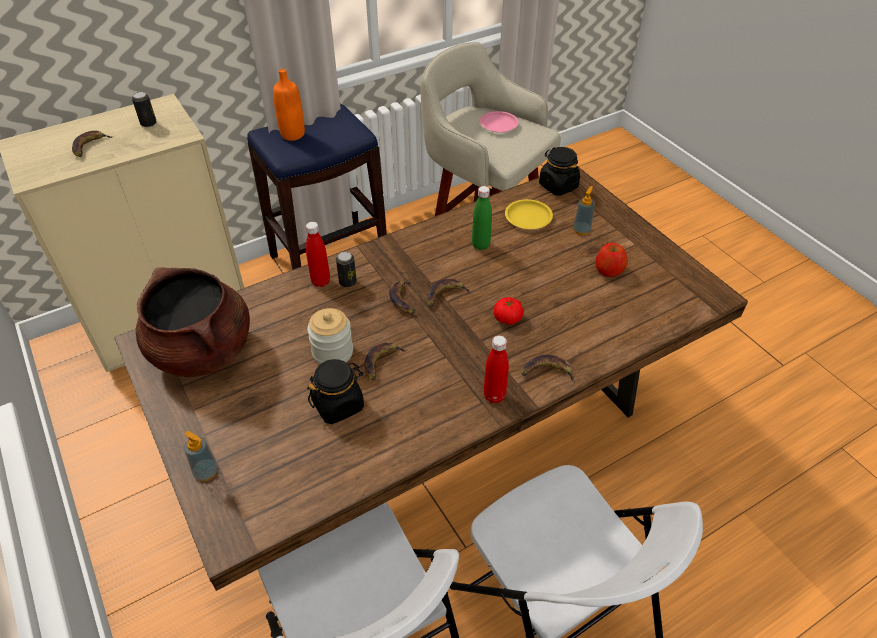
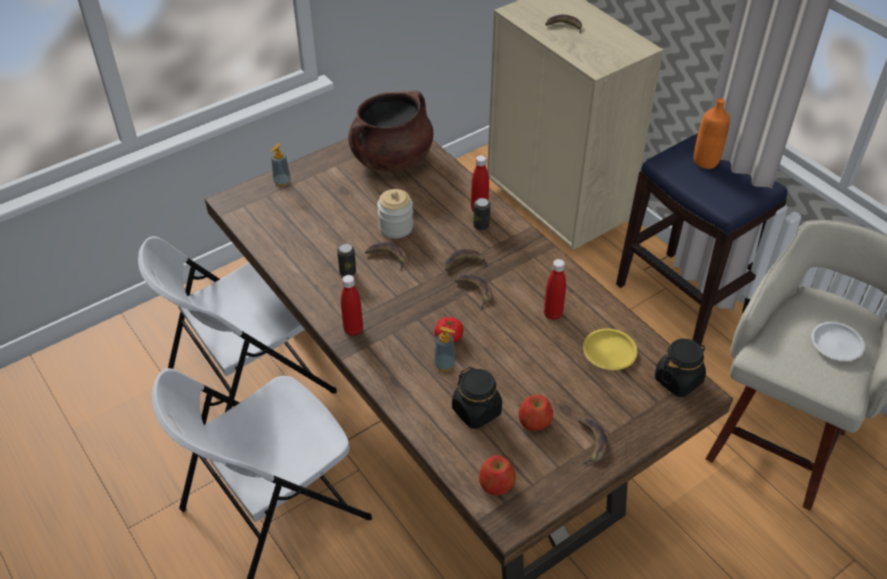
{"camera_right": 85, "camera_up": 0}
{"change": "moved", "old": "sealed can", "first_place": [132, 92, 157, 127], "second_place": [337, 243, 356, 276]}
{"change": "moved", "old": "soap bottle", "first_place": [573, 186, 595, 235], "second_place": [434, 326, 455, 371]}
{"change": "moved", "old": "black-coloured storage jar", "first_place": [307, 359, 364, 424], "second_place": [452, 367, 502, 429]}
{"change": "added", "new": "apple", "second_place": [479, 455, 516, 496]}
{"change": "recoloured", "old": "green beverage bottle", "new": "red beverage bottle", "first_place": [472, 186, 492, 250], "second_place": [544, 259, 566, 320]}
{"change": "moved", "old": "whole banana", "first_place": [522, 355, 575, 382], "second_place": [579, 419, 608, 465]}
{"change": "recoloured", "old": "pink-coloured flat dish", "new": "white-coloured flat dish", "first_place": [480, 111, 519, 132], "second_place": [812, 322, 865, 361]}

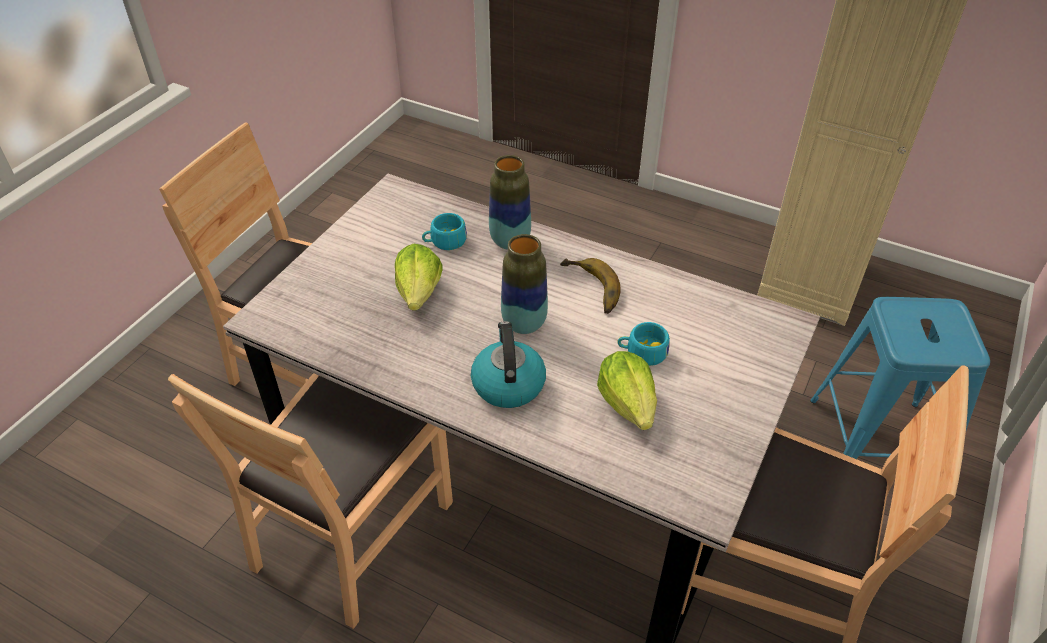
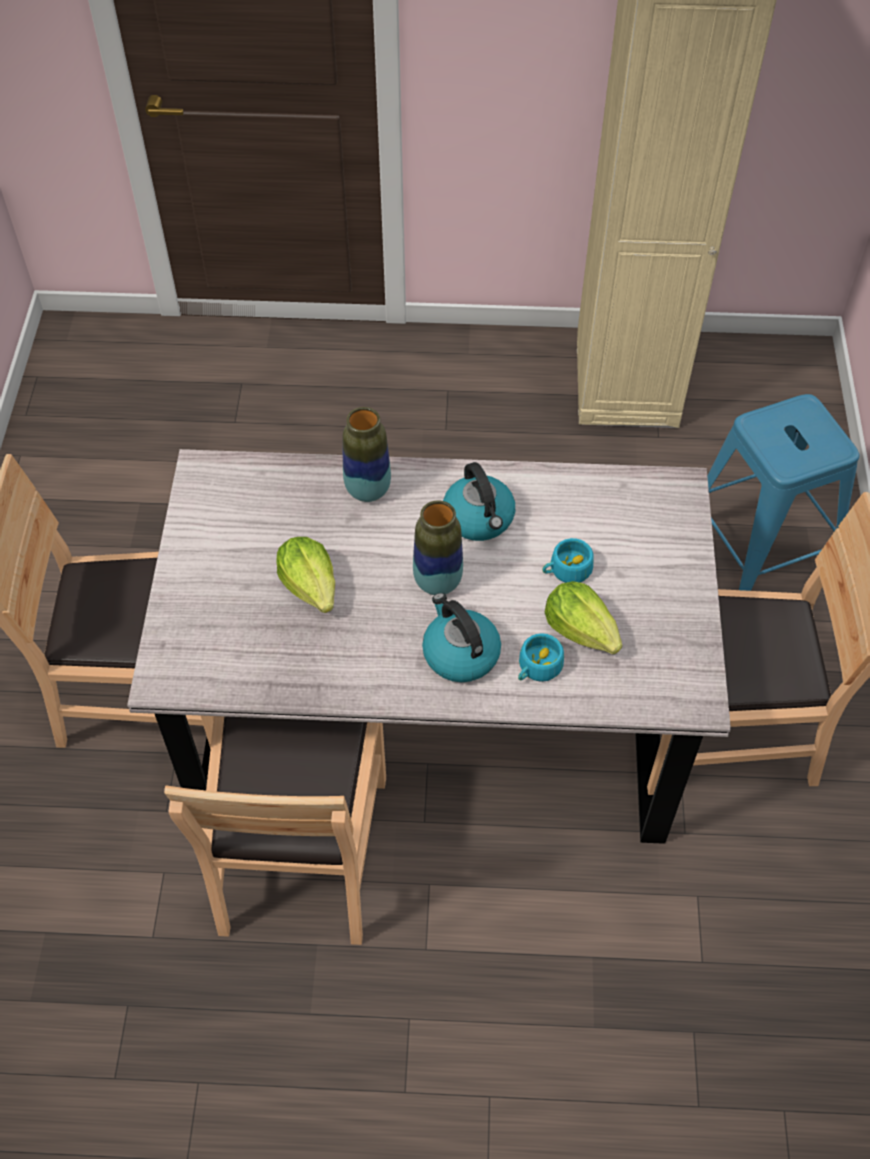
{"camera_right": -25, "camera_up": 10}
{"change": "replaced", "old": "whole banana", "new": "tea kettle", "first_place": [560, 258, 621, 314], "second_place": [443, 462, 515, 541]}
{"change": "moved", "old": "turquoise-coloured cup", "first_place": [422, 213, 467, 250], "second_place": [518, 633, 564, 682]}

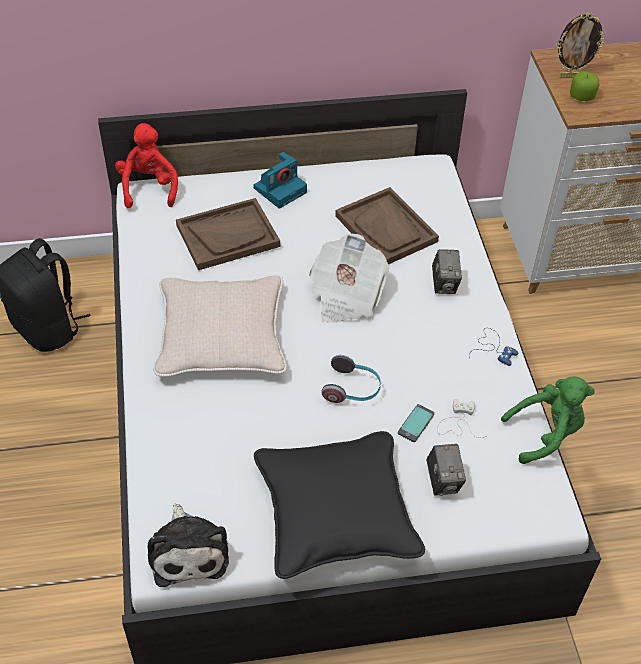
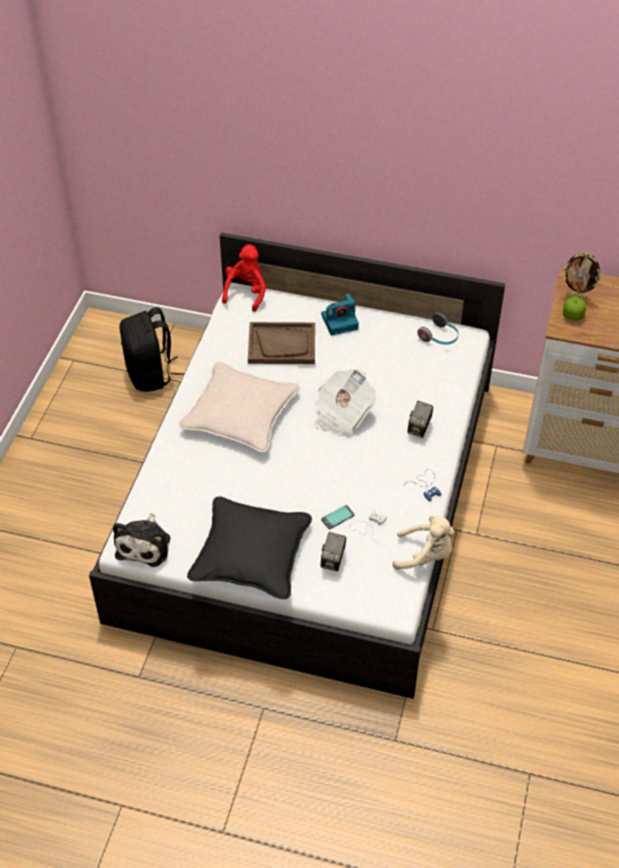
{"camera_right": 25, "camera_up": 0}
{"change": "recoloured", "old": "green plush toy", "new": "beige plush toy", "first_place": [501, 376, 595, 464], "second_place": [393, 516, 454, 570]}
{"change": "moved", "old": "pair of headphones", "first_place": [321, 355, 381, 403], "second_place": [417, 313, 459, 345]}
{"change": "removed", "old": "brown-coloured tray", "first_place": [335, 187, 439, 265]}

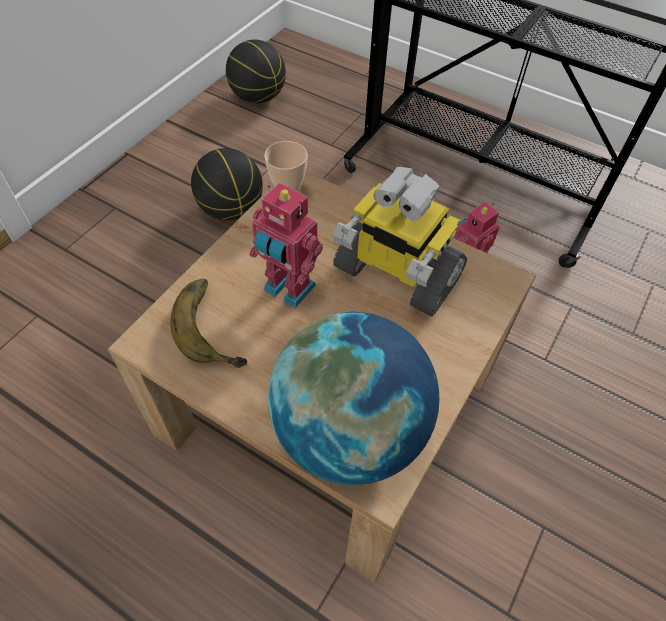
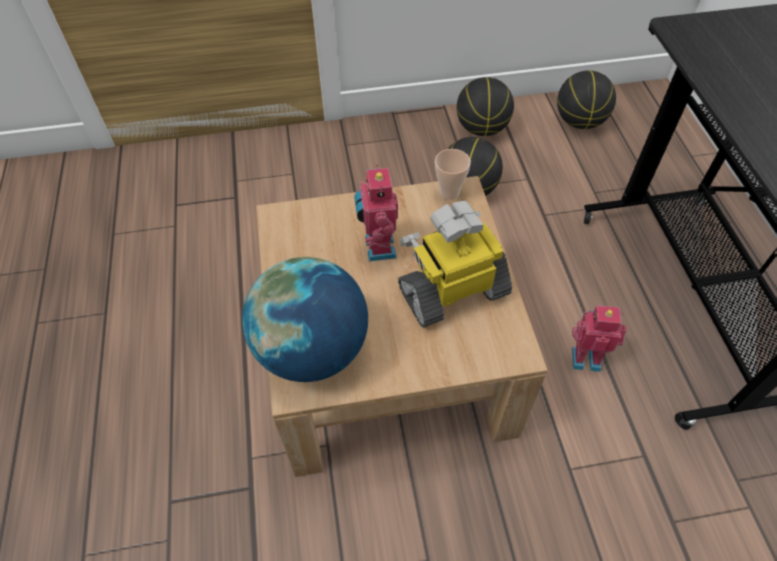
{"camera_right": 50, "camera_up": 0}
{"change": "turned", "old": "model robot", "first_place": [333, 167, 467, 316], "second_place": [398, 201, 512, 327], "degrees": 75}
{"change": "added", "new": "basketball", "second_place": [457, 77, 514, 136]}
{"change": "removed", "old": "whole banana", "first_place": [170, 279, 247, 368]}

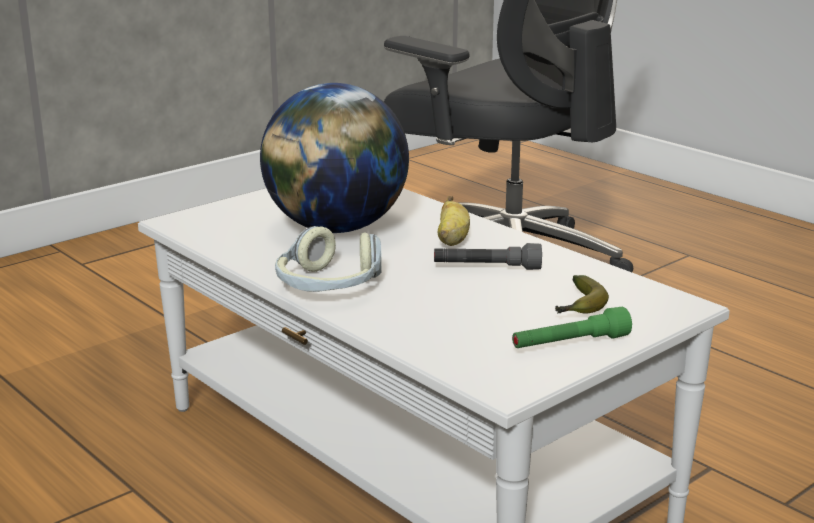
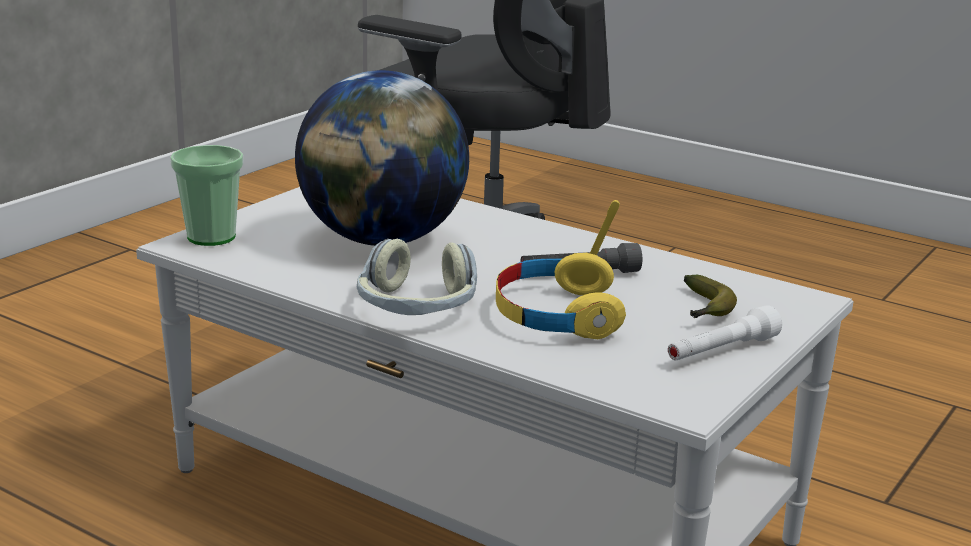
{"camera_right": -15, "camera_up": 0}
{"change": "added", "new": "cup", "second_place": [170, 145, 244, 246]}
{"change": "added", "new": "yellowish pair of headphones", "second_place": [496, 200, 626, 339]}
{"change": "recoloured", "old": "green hand torch", "new": "white-coloured hand torch", "first_place": [512, 307, 632, 348], "second_place": [668, 305, 782, 361]}
{"change": "removed", "old": "whole banana", "first_place": [438, 196, 470, 246]}

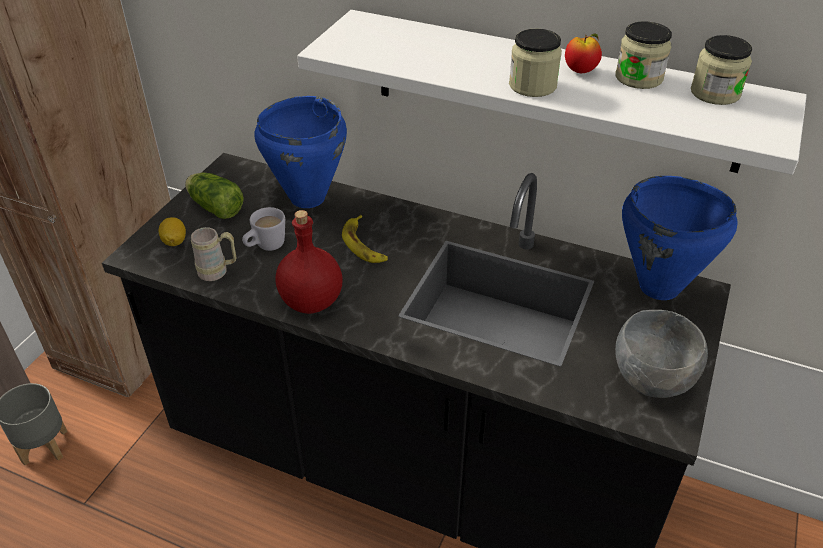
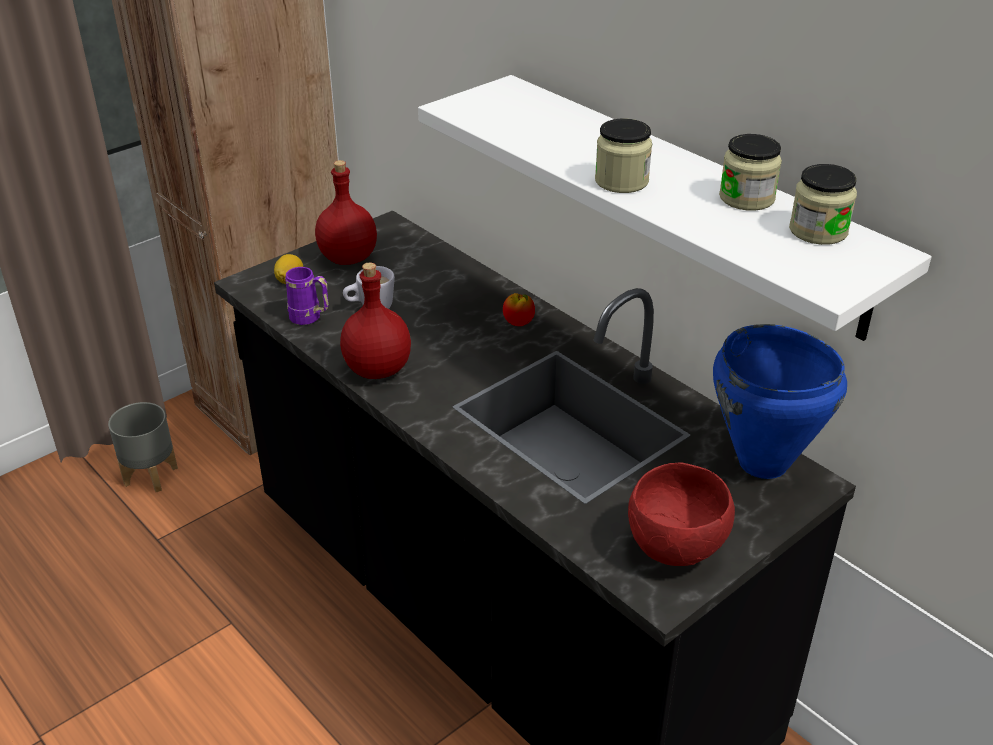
{"camera_right": 25, "camera_up": -5}
{"change": "recoloured", "old": "beige coffee mug", "new": "purplish coffee mug", "first_place": [191, 227, 236, 281], "second_place": [285, 267, 329, 325]}
{"change": "replaced", "old": "head of lettuce", "new": "red beverage bottle", "first_place": [185, 172, 244, 219], "second_place": [315, 160, 377, 265]}
{"change": "moved", "old": "apple", "first_place": [565, 34, 602, 73], "second_place": [503, 293, 535, 326]}
{"change": "recoloured", "old": "grey deep dish", "new": "red deep dish", "first_place": [615, 310, 708, 398], "second_place": [628, 462, 735, 566]}
{"change": "removed", "old": "bluish cooking pot", "first_place": [254, 96, 347, 208]}
{"change": "removed", "old": "whole banana", "first_place": [342, 215, 388, 263]}

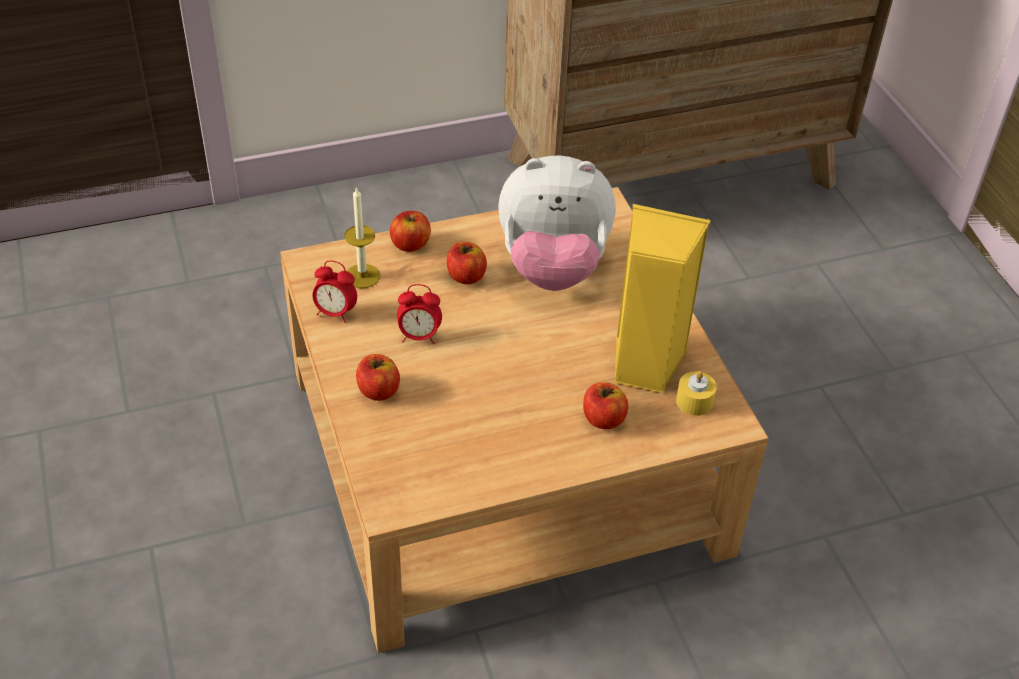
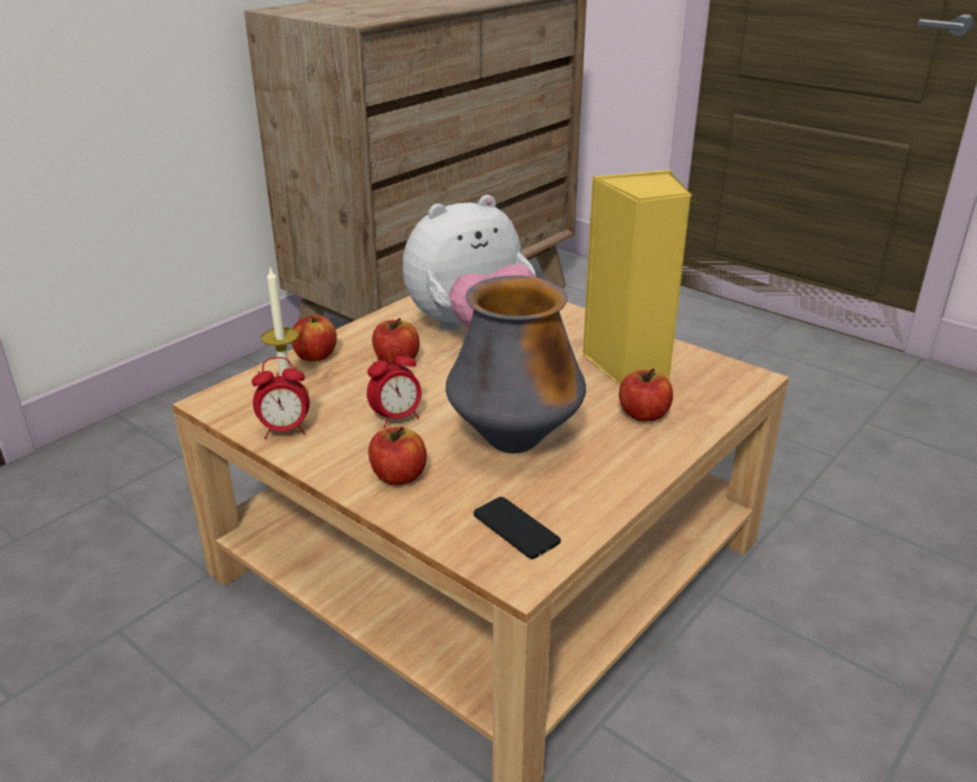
{"camera_right": -30, "camera_up": -15}
{"change": "added", "new": "decorative vase", "second_place": [446, 275, 586, 453]}
{"change": "added", "new": "telephone", "second_place": [473, 497, 561, 559]}
{"change": "removed", "old": "yellowish wax light", "first_place": [676, 371, 717, 416]}

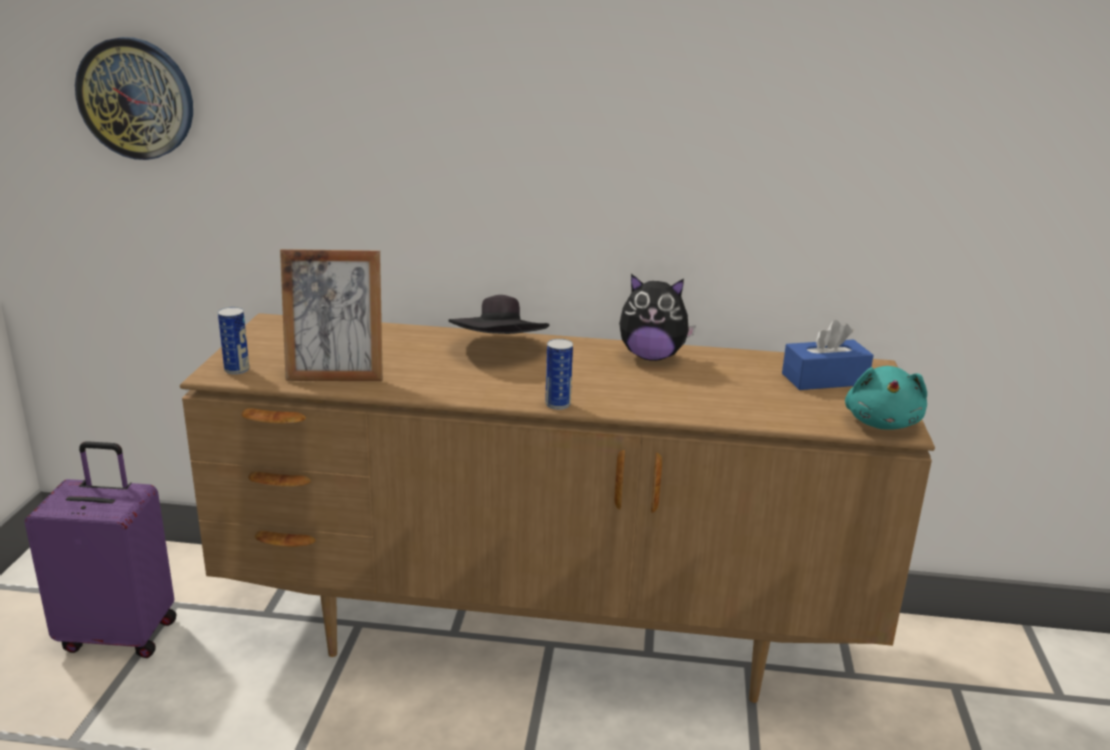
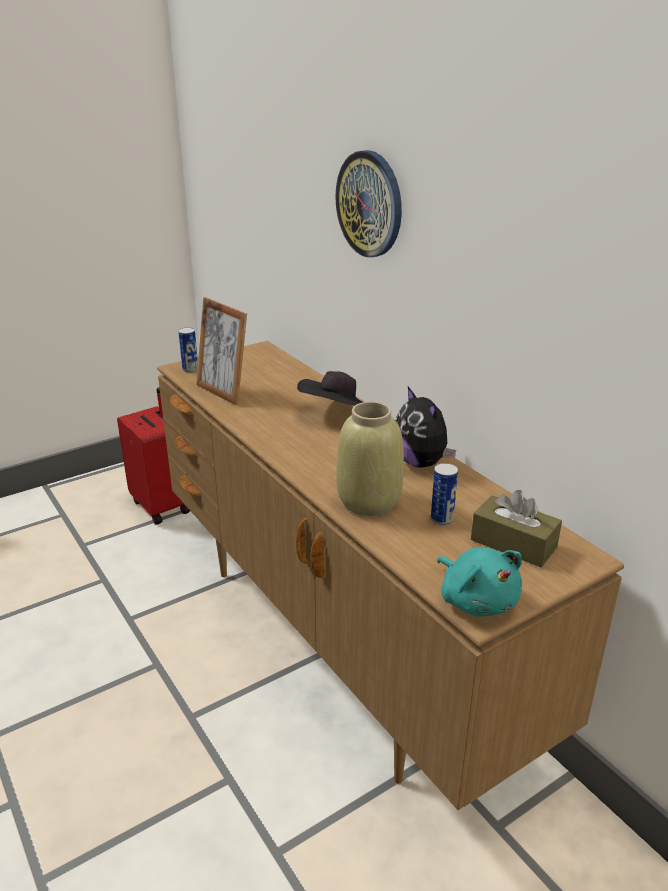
{"camera_right": 50, "camera_up": 5}
{"change": "recoloured", "old": "purplish travel case", "new": "red travel case", "first_place": [25, 441, 176, 658], "second_place": [117, 387, 190, 525]}
{"change": "moved", "old": "clock on the wall", "first_place": [75, 37, 193, 160], "second_place": [335, 150, 402, 257]}
{"change": "added", "new": "beige decorative vase", "second_place": [336, 402, 404, 516]}
{"change": "moved", "old": "sealed can", "first_place": [545, 339, 573, 410], "second_place": [431, 463, 458, 525]}
{"change": "turned", "old": "turquoise-coloured plush toy", "first_place": [845, 366, 927, 430], "second_place": [437, 547, 522, 617], "degrees": -90}
{"change": "recoloured", "old": "bluish tissue box", "new": "brown-coloured tissue box", "first_place": [782, 320, 874, 390], "second_place": [471, 490, 562, 567]}

